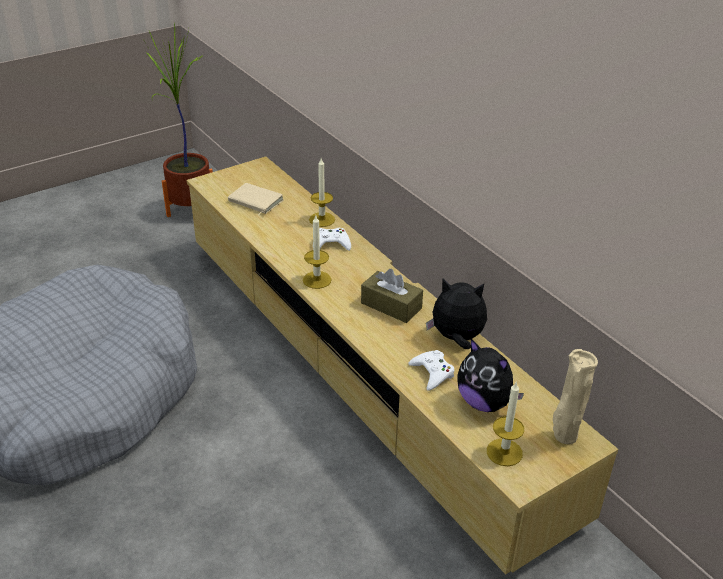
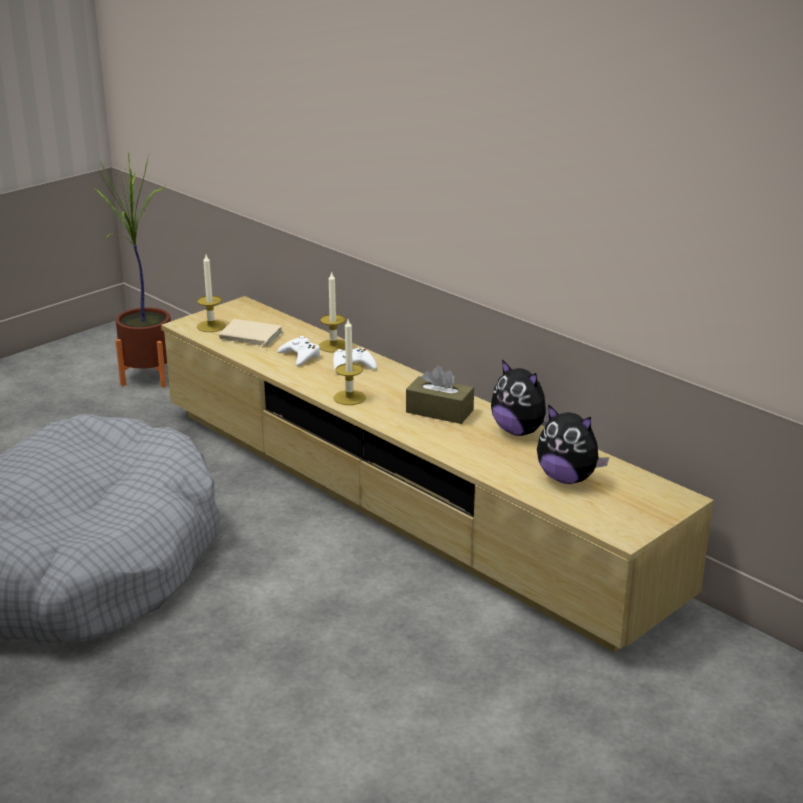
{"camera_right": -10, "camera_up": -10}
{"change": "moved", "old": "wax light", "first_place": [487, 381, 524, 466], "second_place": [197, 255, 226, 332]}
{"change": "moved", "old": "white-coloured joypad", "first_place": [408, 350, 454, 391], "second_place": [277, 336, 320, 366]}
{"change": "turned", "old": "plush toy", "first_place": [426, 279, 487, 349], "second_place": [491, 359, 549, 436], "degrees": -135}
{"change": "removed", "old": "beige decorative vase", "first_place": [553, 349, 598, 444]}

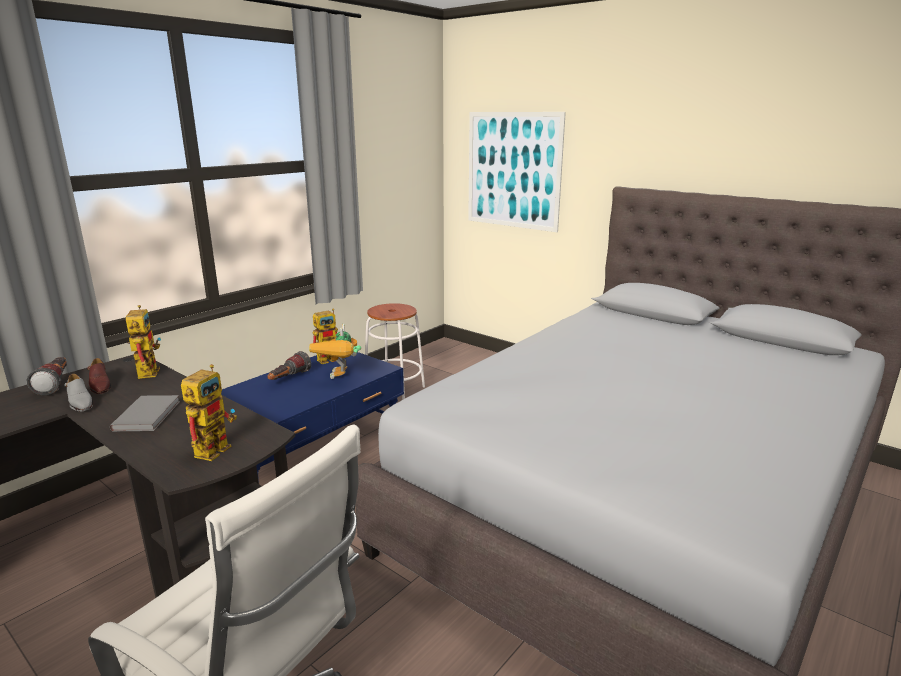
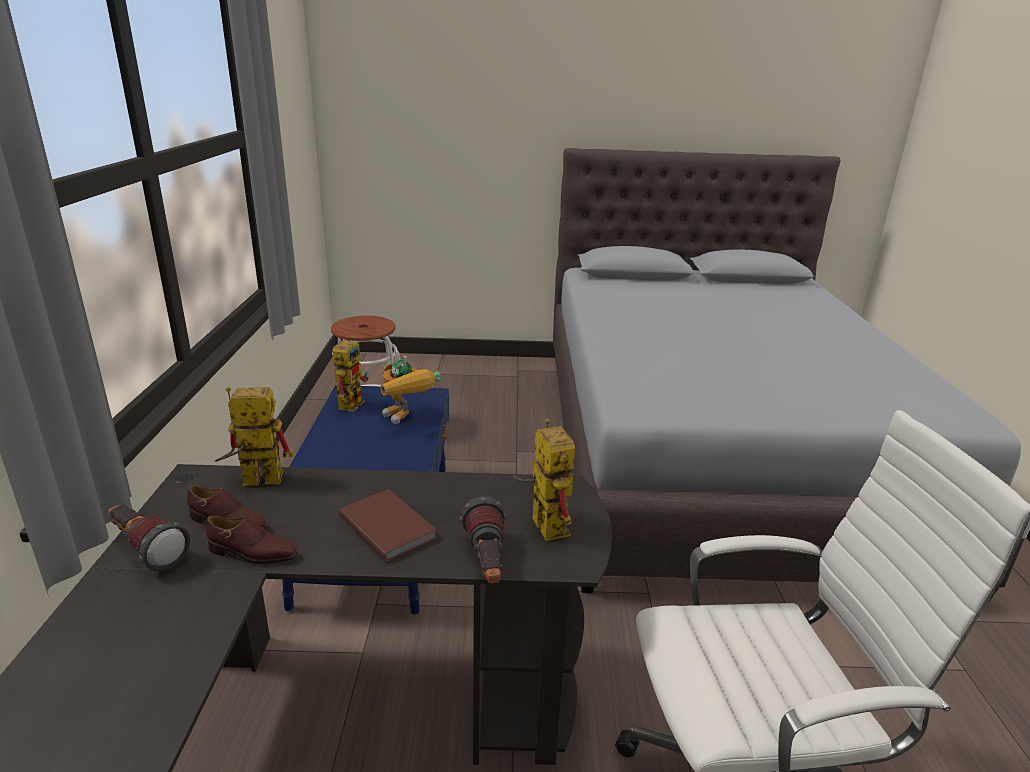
{"camera_right": -40, "camera_up": 5}
{"change": "recoloured", "old": "grey low shoe", "new": "brown-coloured low shoe", "first_place": [65, 374, 93, 411], "second_place": [206, 516, 297, 564]}
{"change": "turned", "old": "model robot", "first_place": [126, 305, 161, 379], "second_place": [215, 387, 293, 486], "degrees": -45}
{"change": "recoloured", "old": "grey bound book", "new": "brown-coloured bound book", "first_place": [110, 395, 180, 431], "second_place": [339, 489, 437, 562]}
{"change": "moved", "old": "hand torch", "first_place": [267, 351, 311, 380], "second_place": [460, 496, 506, 583]}
{"change": "removed", "old": "wall art", "first_place": [468, 112, 566, 232]}

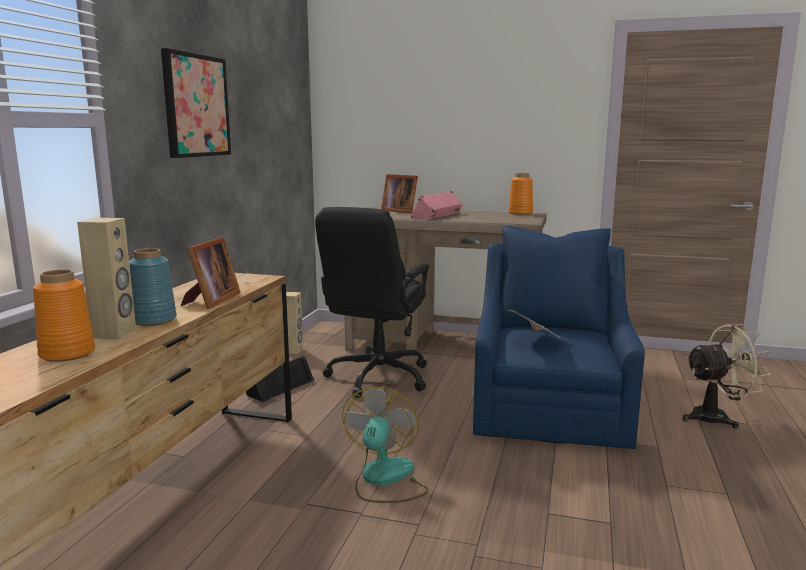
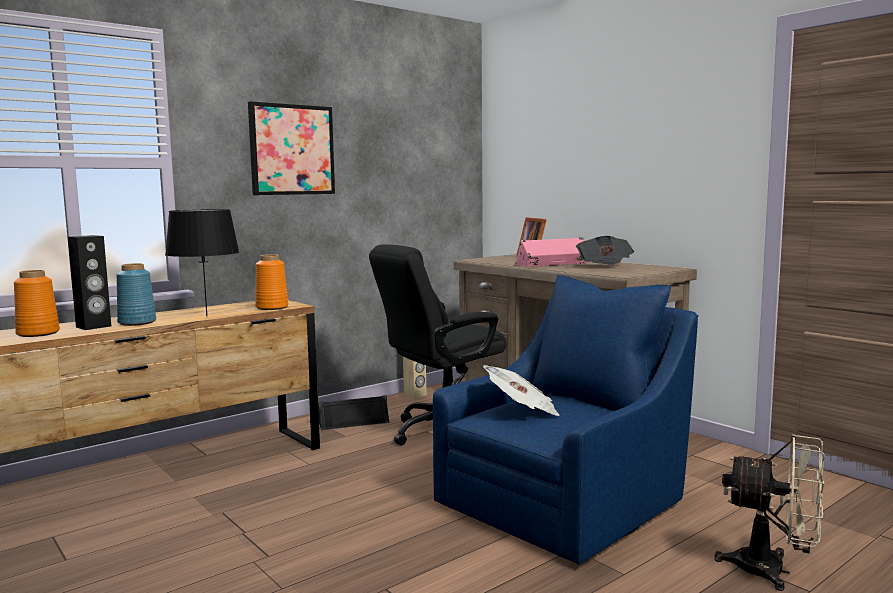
{"camera_right": 35, "camera_up": -5}
{"change": "recoloured", "old": "beige audio speaker", "new": "black-coloured audio speaker", "first_place": [77, 218, 136, 339], "second_place": [68, 235, 111, 330]}
{"change": "replaced", "old": "standing frame", "new": "black-coloured lamp for a table", "first_place": [181, 237, 241, 309], "second_place": [165, 209, 239, 316]}
{"change": "moved", "old": "orange decorative vase", "first_place": [508, 173, 533, 215], "second_place": [255, 254, 288, 310]}
{"change": "added", "new": "printed paper", "second_place": [576, 236, 634, 264]}
{"change": "removed", "old": "cooling fan", "first_place": [342, 387, 429, 503]}

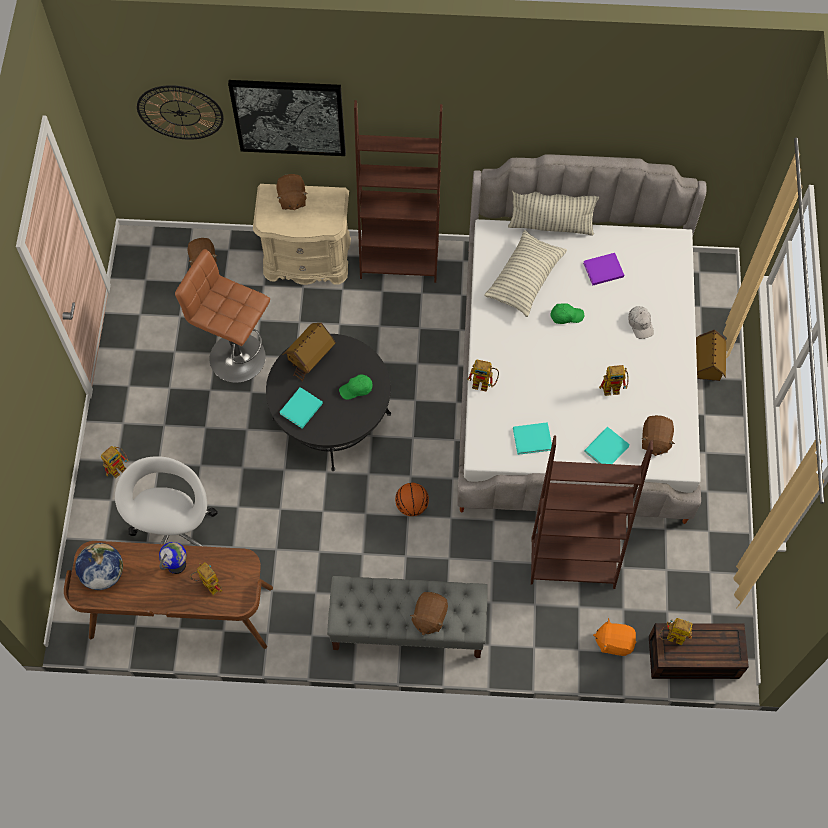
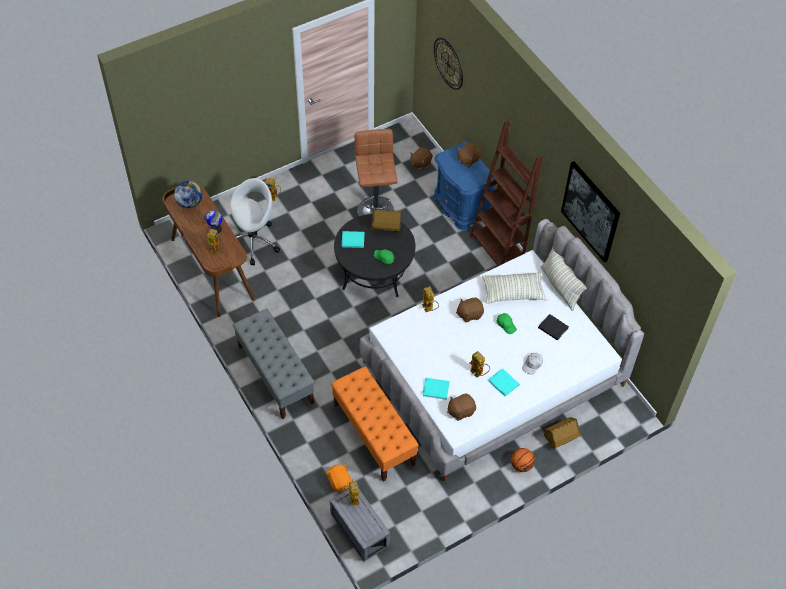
{"camera_right": 55, "camera_up": -10}
{"change": "recoloured", "old": "brown-coloured storage box", "new": "grey storage box", "first_place": [649, 623, 749, 679], "second_place": [330, 488, 390, 562]}
{"change": "replaced", "old": "brown-coloured bookcase", "new": "orange indoor bench", "first_place": [531, 436, 653, 589], "second_place": [331, 366, 419, 482]}
{"change": "recoloured", "old": "beige night table", "new": "bluish night table", "first_place": [253, 184, 351, 285], "second_place": [433, 142, 495, 231]}
{"change": "moved", "old": "brown-coloured plush toy", "first_place": [410, 592, 448, 635], "second_place": [456, 297, 484, 323]}
{"change": "moved", "old": "turquoise-coloured bound book", "first_place": [513, 422, 552, 455], "second_place": [488, 368, 520, 397]}
{"change": "moved", "old": "basketball", "first_place": [395, 483, 429, 516], "second_place": [511, 448, 535, 472]}
{"change": "recoloured", "old": "purplish bound book", "new": "black-coloured bound book", "first_place": [583, 253, 624, 285], "second_place": [538, 314, 569, 340]}
{"change": "moved", "old": "wall art", "first_place": [228, 80, 346, 156], "second_place": [561, 161, 620, 263]}

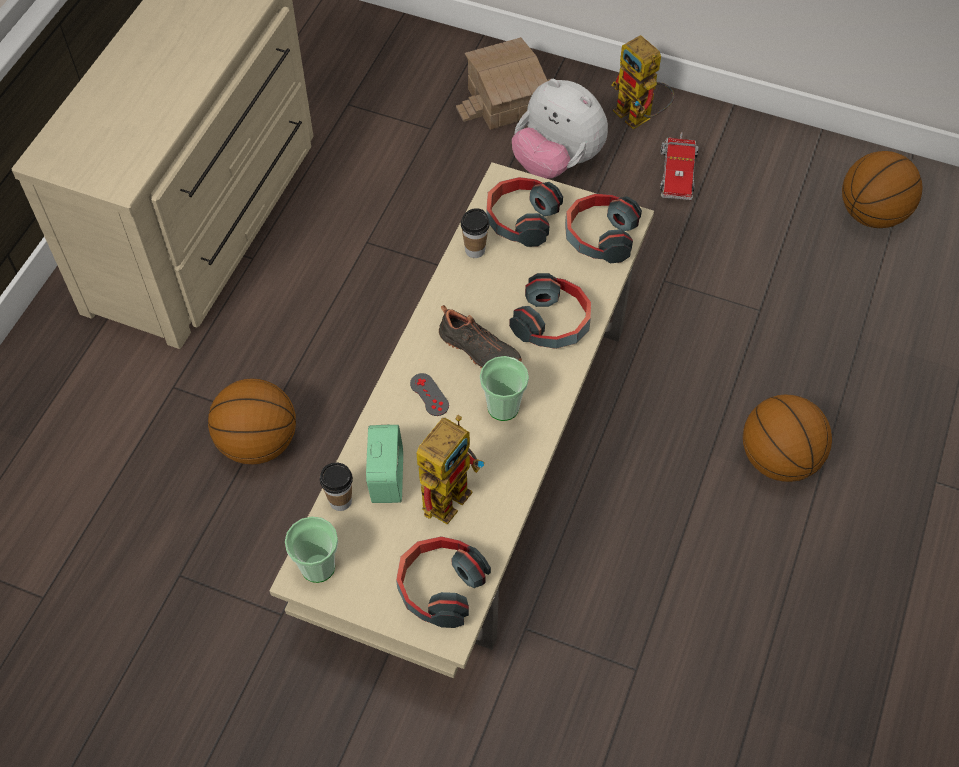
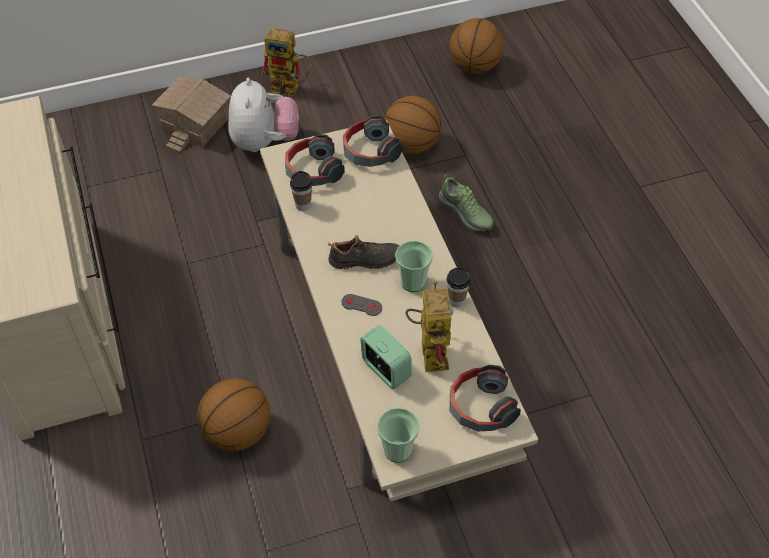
{"camera_right": -40, "camera_up": -5}
{"change": "turned", "old": "plush toy", "first_place": [512, 79, 608, 179], "second_place": [228, 77, 299, 152], "degrees": -90}
{"change": "moved", "old": "basketball", "first_place": [743, 394, 832, 482], "second_place": [384, 96, 442, 154]}
{"change": "added", "new": "low shoe", "second_place": [439, 174, 494, 231]}
{"change": "moved", "old": "cup", "first_place": [320, 463, 353, 511], "second_place": [447, 267, 471, 307]}
{"change": "removed", "old": "pair of headphones", "first_place": [509, 273, 591, 349]}
{"change": "removed", "old": "toy lorry", "first_place": [660, 132, 698, 200]}

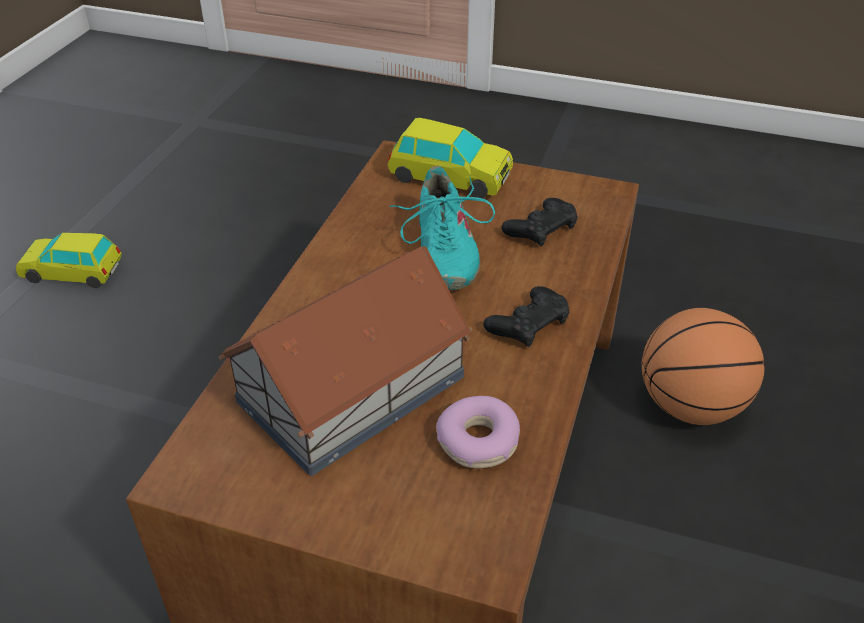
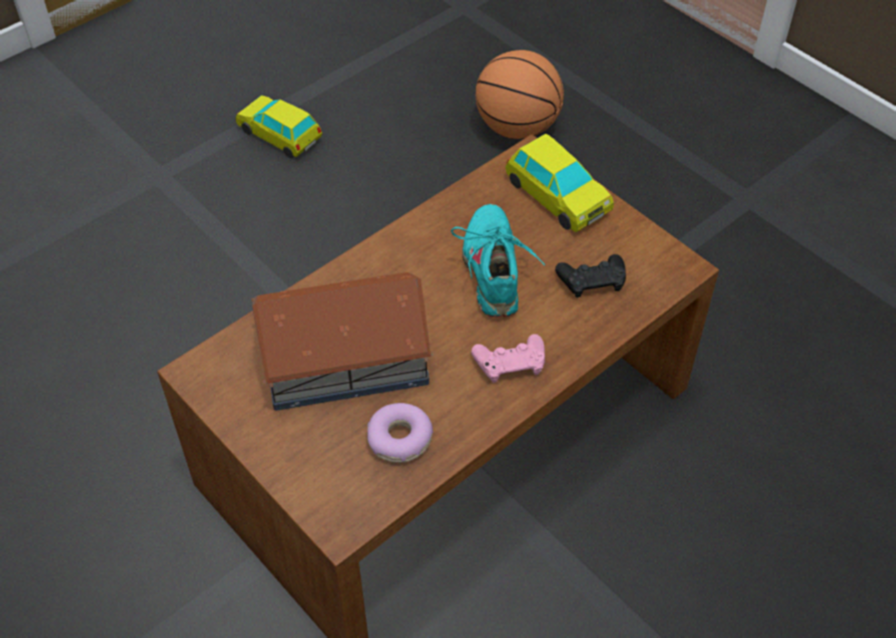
{"camera_right": 30, "camera_up": 10}
{"change": "turned", "old": "turquoise-coloured low shoe", "first_place": [389, 166, 495, 290], "second_place": [451, 204, 546, 317], "degrees": 150}
{"change": "recoloured", "old": "black-coloured joypad", "new": "pink-coloured joypad", "first_place": [483, 286, 569, 348], "second_place": [471, 334, 545, 383]}
{"change": "moved", "old": "basketball", "first_place": [642, 308, 765, 425], "second_place": [475, 50, 564, 139]}

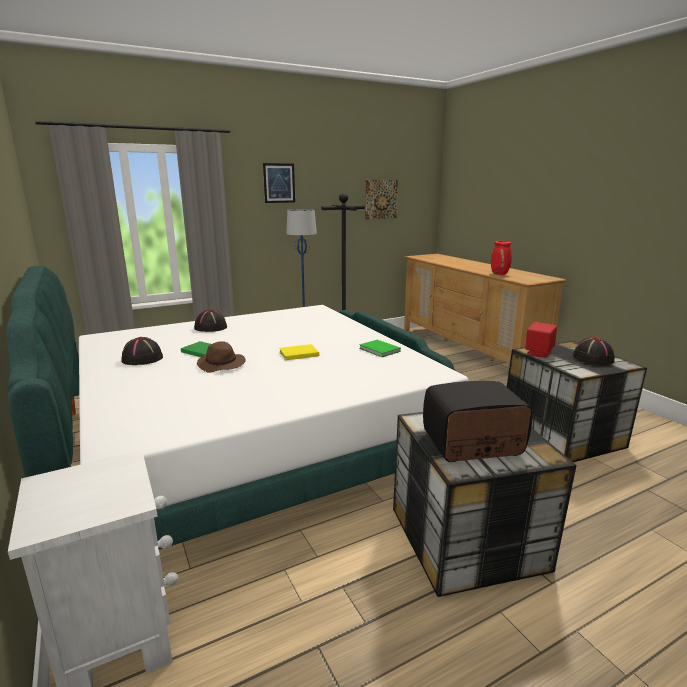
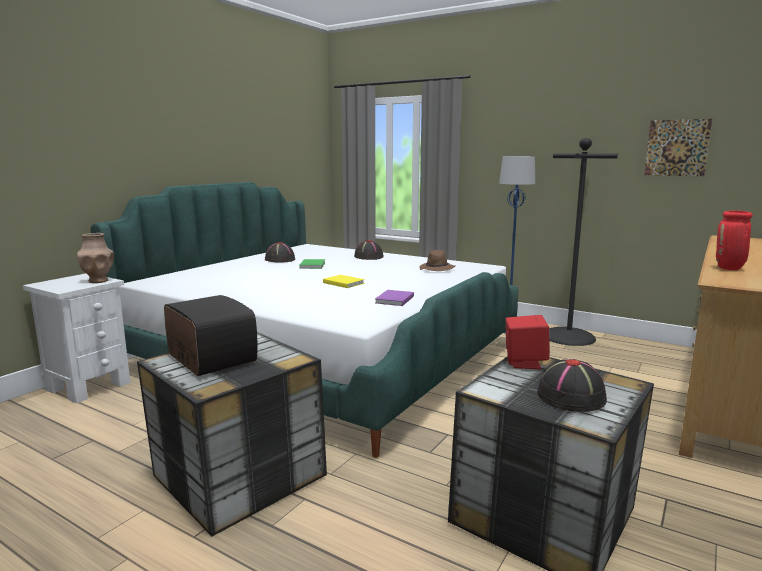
{"camera_right": 60, "camera_up": -5}
{"change": "added", "new": "brown-coloured decorative vase", "second_place": [77, 233, 114, 283]}
{"change": "recoloured", "old": "green bound book", "new": "purplish bound book", "first_place": [359, 340, 401, 357], "second_place": [375, 290, 414, 306]}
{"change": "moved", "old": "brown-coloured hat", "first_place": [197, 341, 246, 372], "second_place": [420, 250, 455, 271]}
{"change": "removed", "old": "wall art", "first_place": [263, 163, 295, 203]}

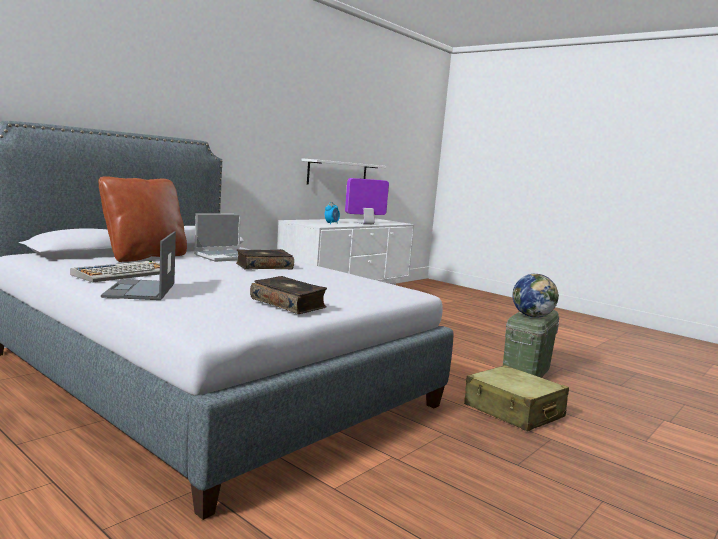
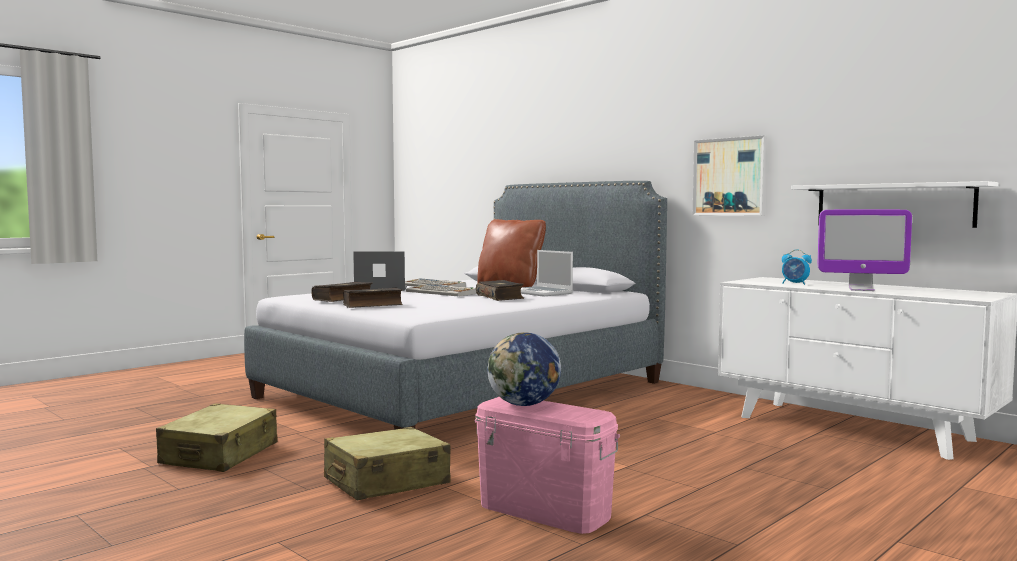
{"camera_right": 95, "camera_up": -5}
{"change": "added", "new": "beige travel case", "second_place": [156, 403, 277, 472]}
{"change": "added", "new": "bound book", "second_place": [343, 288, 403, 308]}
{"change": "added", "new": "PC keyboard", "second_place": [406, 284, 477, 296]}
{"change": "recoloured", "old": "green storage box", "new": "pink-coloured storage box", "first_place": [503, 310, 559, 378], "second_place": [475, 397, 620, 534]}
{"change": "added", "new": "wall art", "second_place": [693, 135, 767, 216]}
{"change": "turned", "old": "monitor", "first_place": [345, 178, 389, 224], "second_place": [818, 210, 912, 291], "degrees": 135}

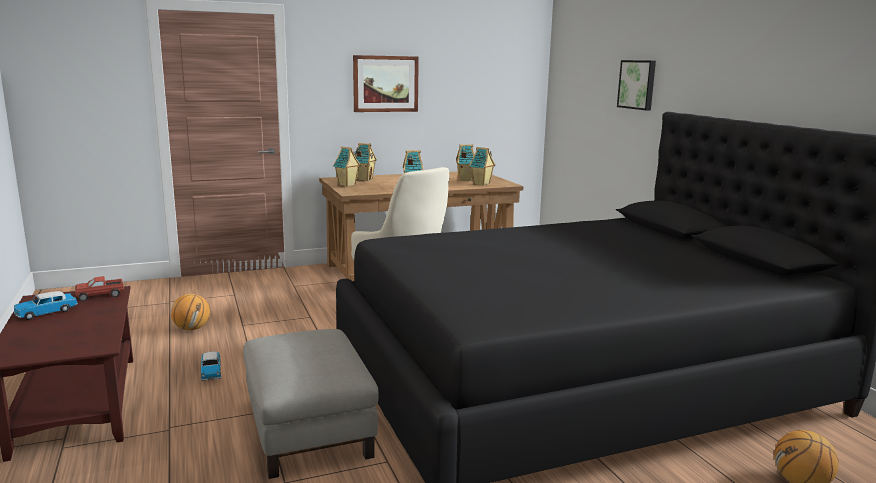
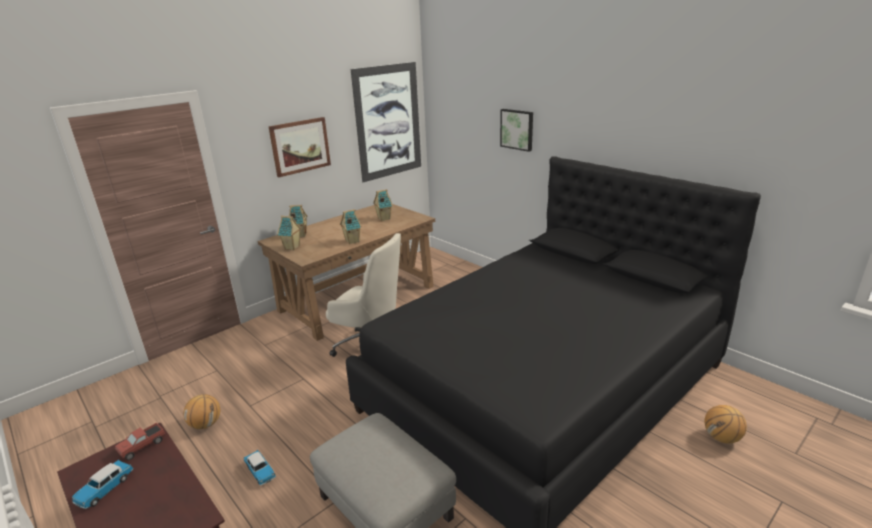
{"camera_right": -20, "camera_up": 10}
{"change": "added", "new": "wall art", "second_place": [351, 62, 421, 182]}
{"change": "removed", "old": "miniature house", "first_place": [469, 147, 495, 186]}

